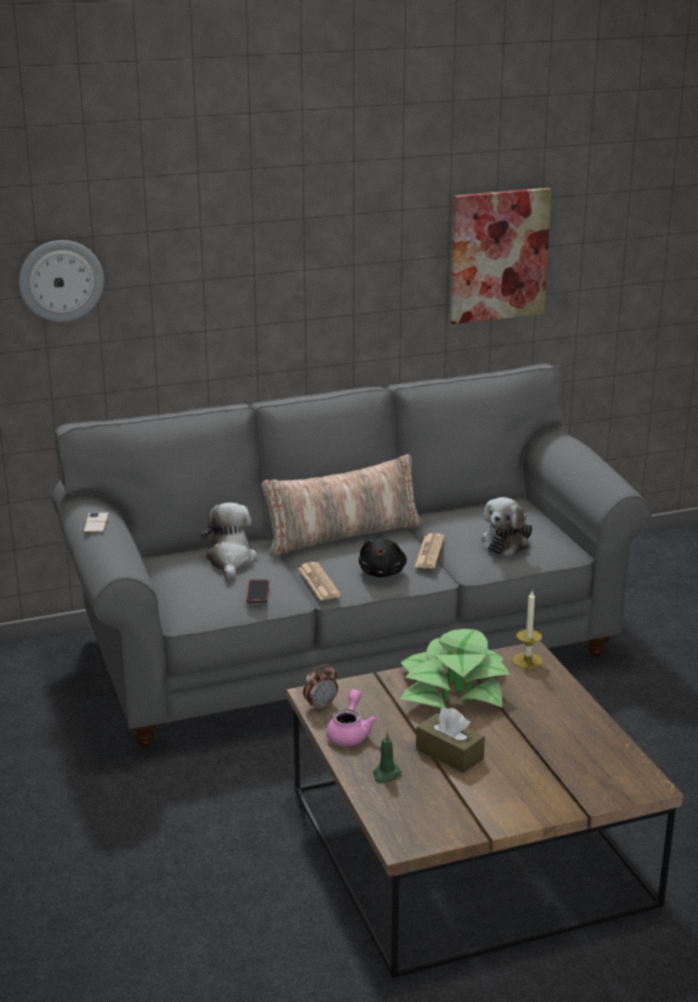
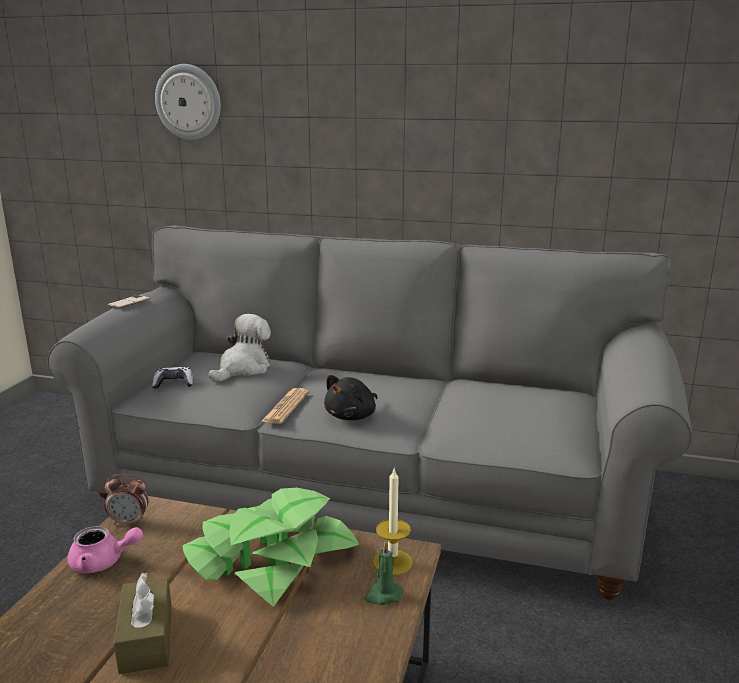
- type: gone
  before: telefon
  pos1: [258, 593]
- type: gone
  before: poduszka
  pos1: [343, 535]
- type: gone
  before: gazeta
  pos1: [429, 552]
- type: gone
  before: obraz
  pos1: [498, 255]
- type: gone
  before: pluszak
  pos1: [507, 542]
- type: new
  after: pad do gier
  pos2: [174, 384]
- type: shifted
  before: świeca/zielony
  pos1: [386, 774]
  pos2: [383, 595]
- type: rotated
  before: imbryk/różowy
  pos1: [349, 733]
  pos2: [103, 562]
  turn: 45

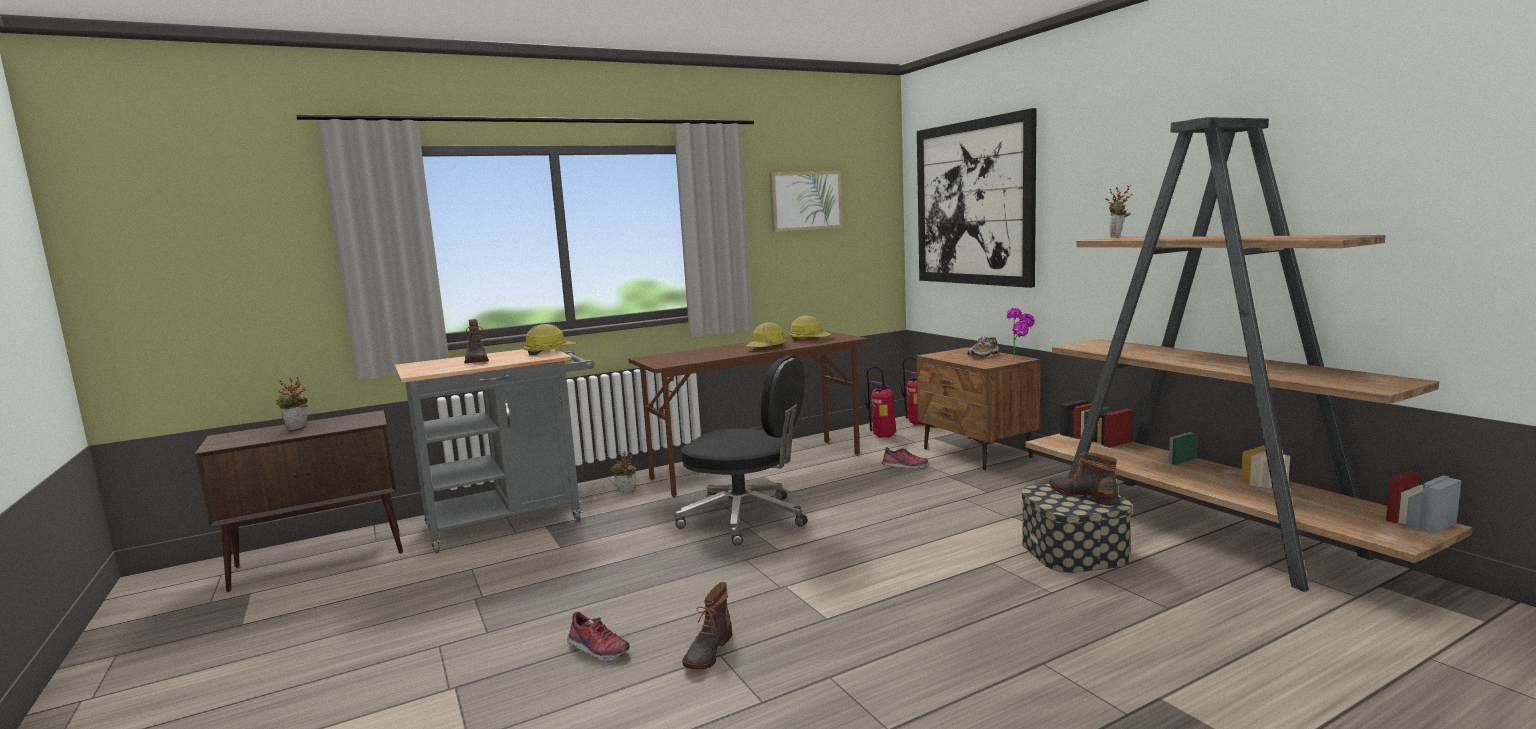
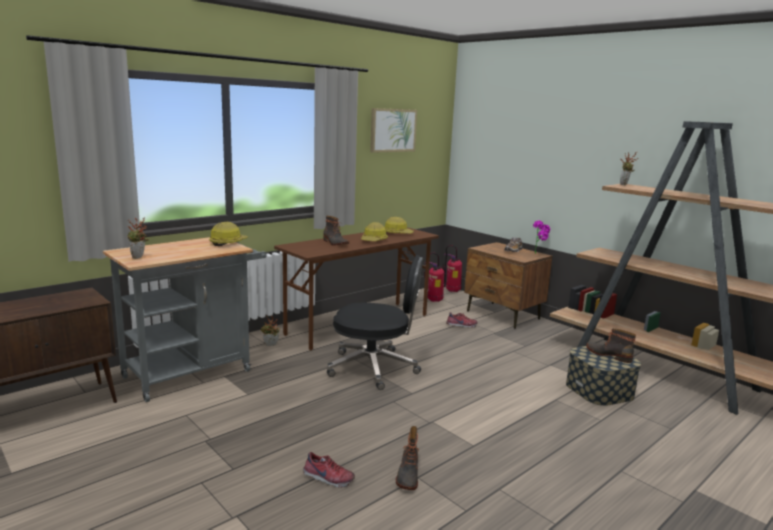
- type: gone
  before: obraz
  pos1: [973, 203]
- type: shifted
  before: roślina doniczkowa
  pos1: [297, 428]
  pos2: [139, 257]
- type: shifted
  before: but z cholewką
  pos1: [475, 360]
  pos2: [335, 243]

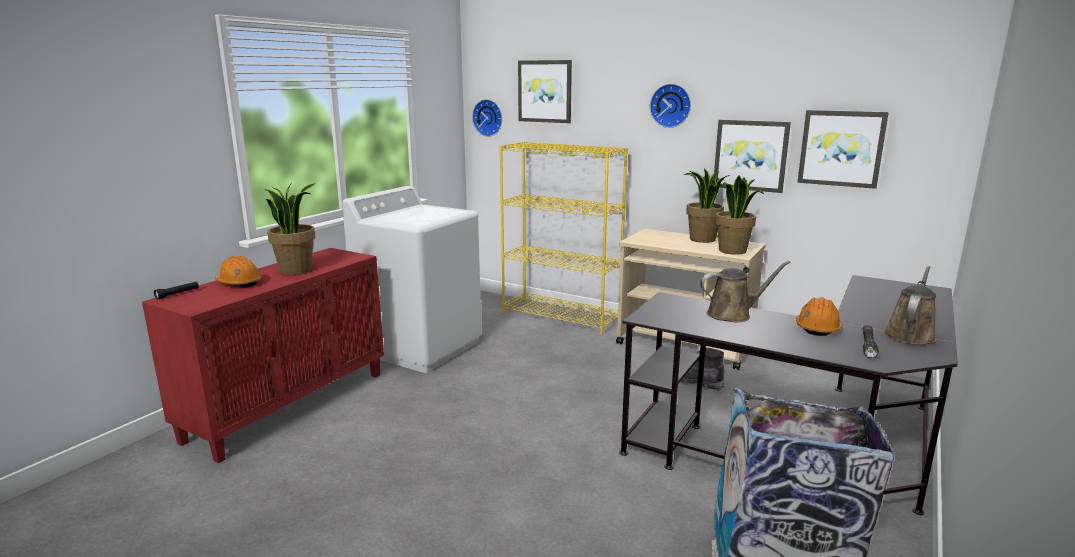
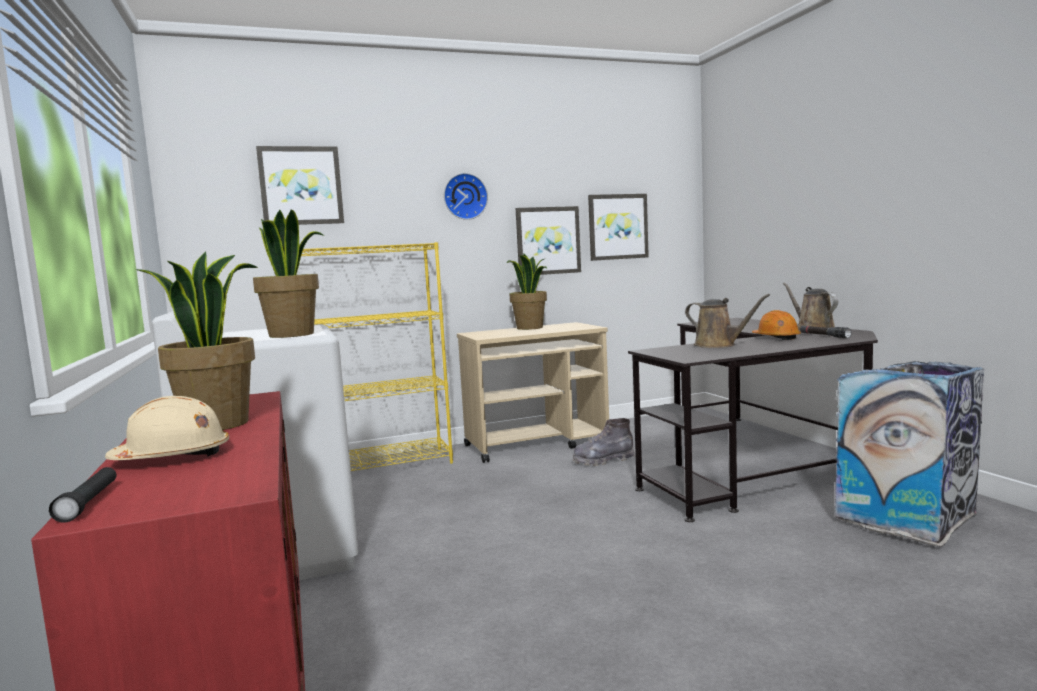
- type: gone
  before: zegar ścienny
  pos1: [488, 117]
- type: shifted
  before: roślina doniczkowa
  pos1: [733, 251]
  pos2: [292, 335]
- type: repainted
  before: kask/pomarańczowy
  after: kask/beżowy
  pos1: [239, 283]
  pos2: [173, 457]
- type: rotated
  before: konewka/brązowy
  pos1: [733, 314]
  pos2: [718, 345]
  turn: 105

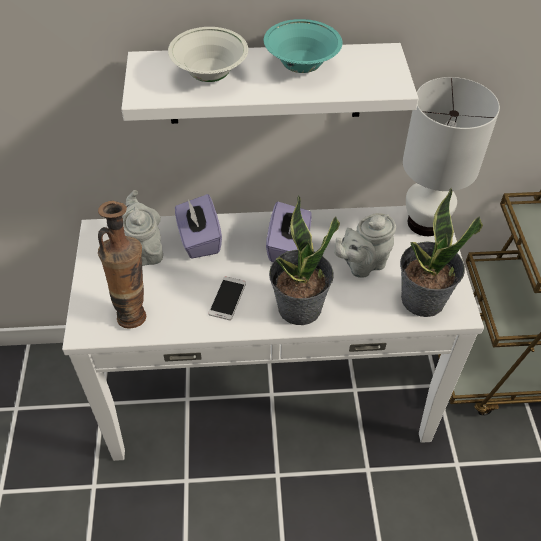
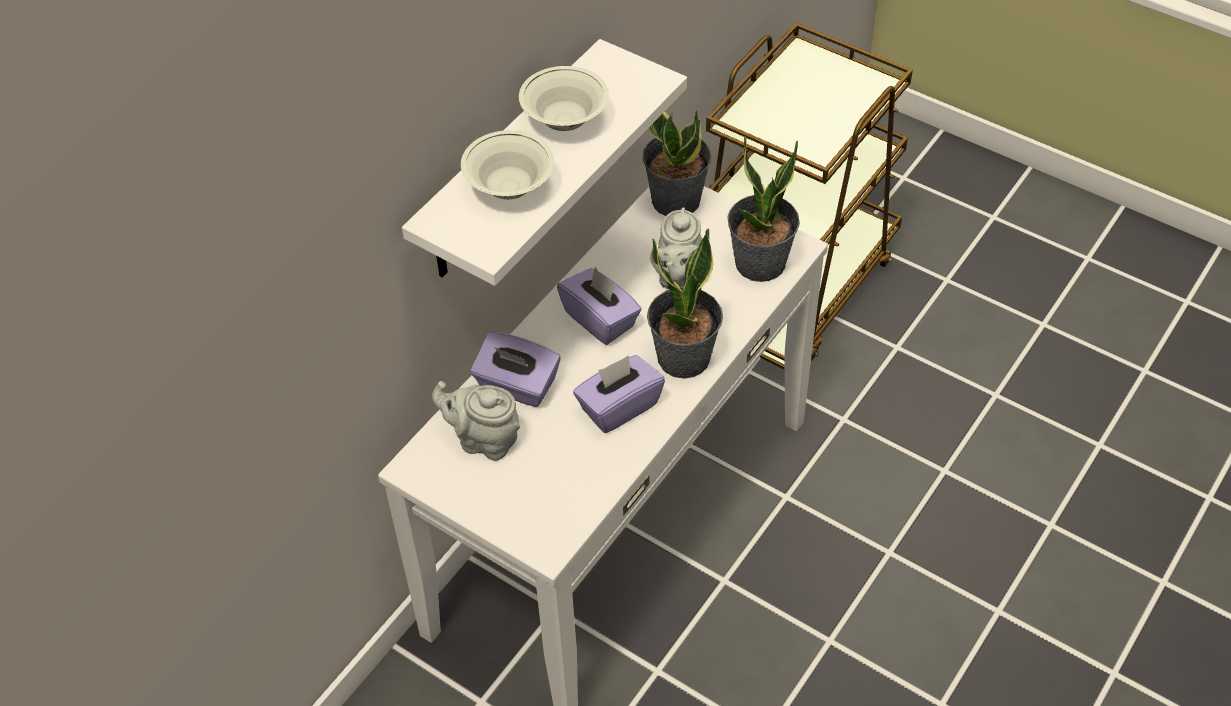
- type: gone
  before: wazon
  pos1: [133, 311]
- type: swapped
  before: telefon
  after: pudełko chusteczek/fioletowy
  pos1: [227, 298]
  pos2: [619, 407]
- type: swapped
  before: lampa stołowa/biały
  after: roślina doniczkowa
  pos1: [425, 223]
  pos2: [676, 199]
- type: repainted
  before: miska/turkusowy
  after: miska/biały
  pos1: [301, 67]
  pos2: [564, 121]

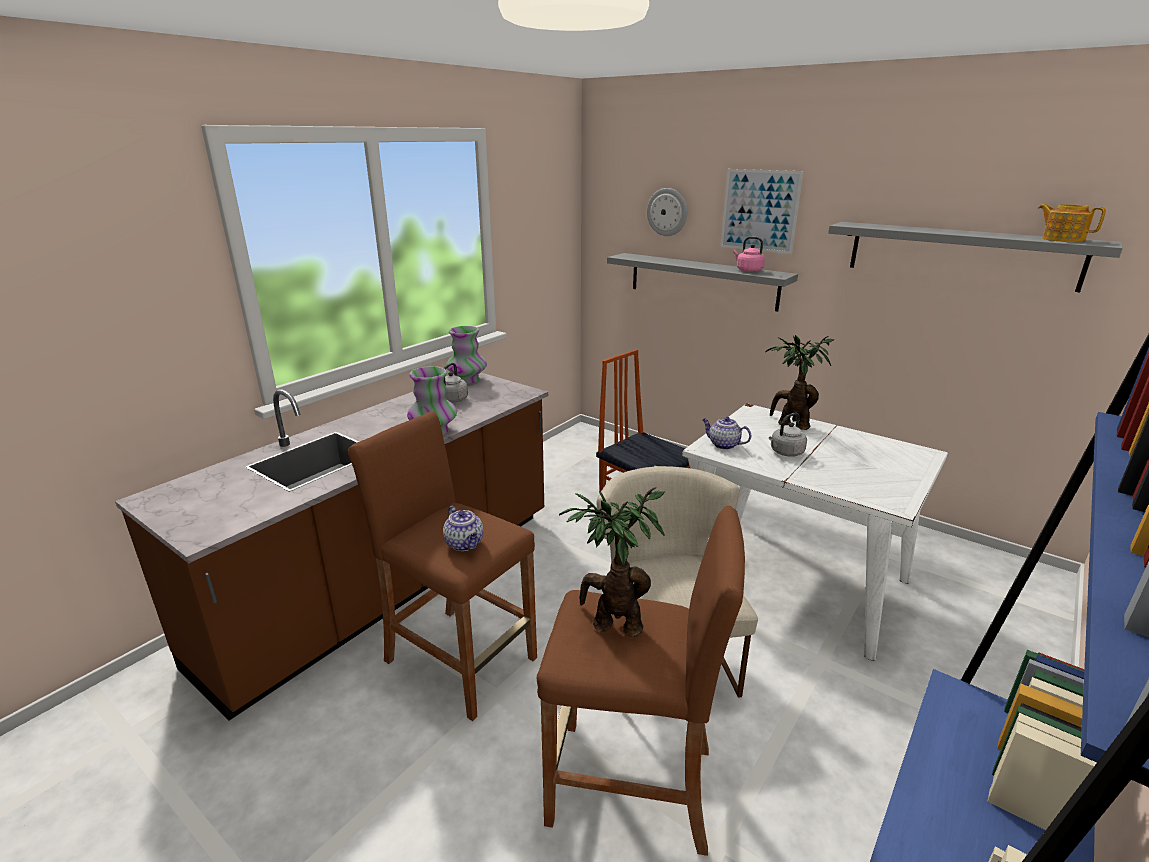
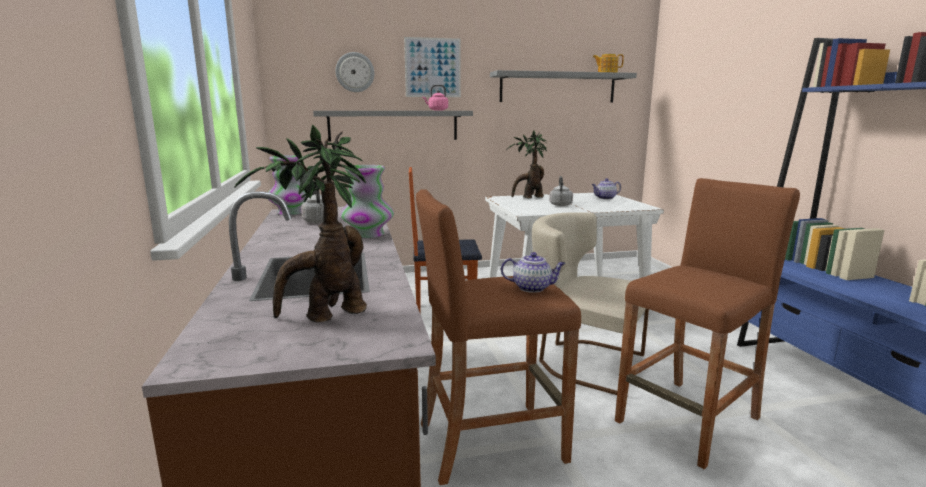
- type: shifted
  before: roślina doniczkowa
  pos1: [612, 623]
  pos2: [327, 315]
- type: shifted
  before: imbryk
  pos1: [723, 445]
  pos2: [605, 198]

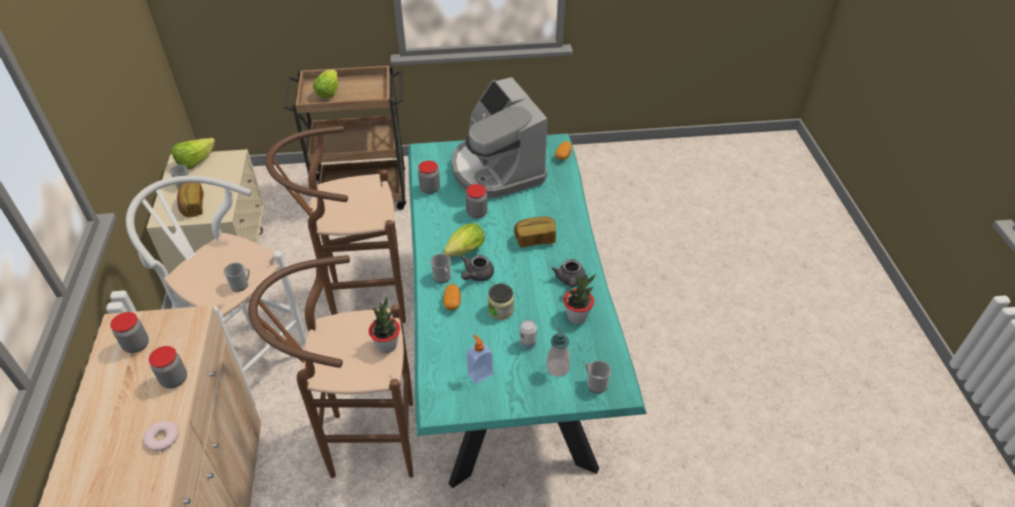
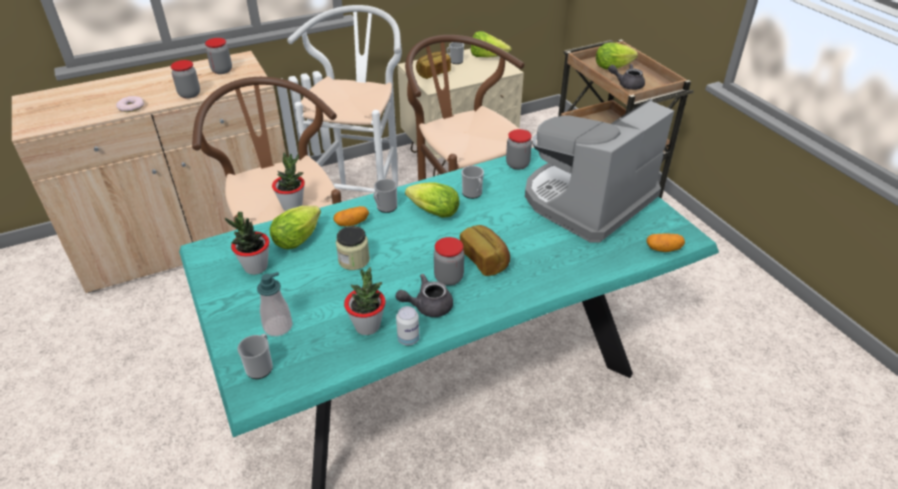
- type: new
  after: sałata
  pos2: [300, 237]
- type: shifted
  before: kubek
  pos1: [241, 285]
  pos2: [473, 194]
- type: shifted
  before: imbryk/szary
  pos1: [476, 275]
  pos2: [627, 85]
- type: shifted
  before: słoik
  pos1: [477, 213]
  pos2: [449, 278]
- type: shifted
  before: puszka
  pos1: [527, 343]
  pos2: [408, 339]
- type: swapped
  before: dozownik mydła
  after: roślina doniczkowa
  pos1: [479, 374]
  pos2: [255, 267]

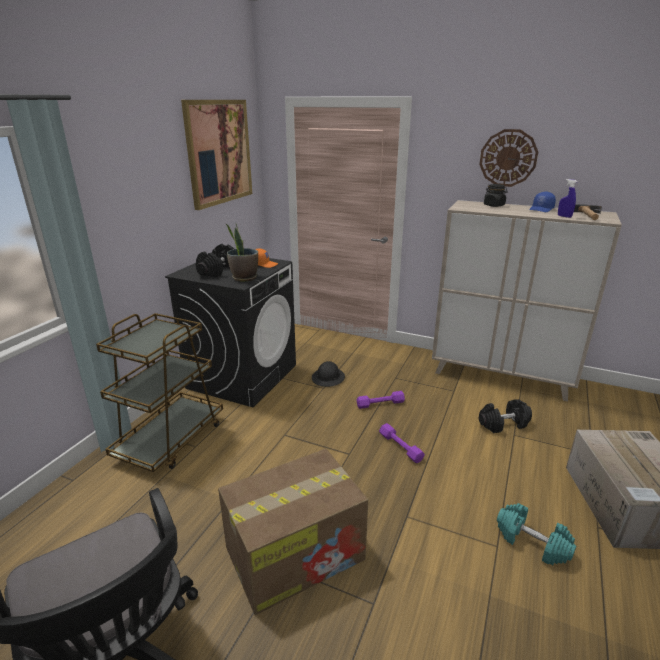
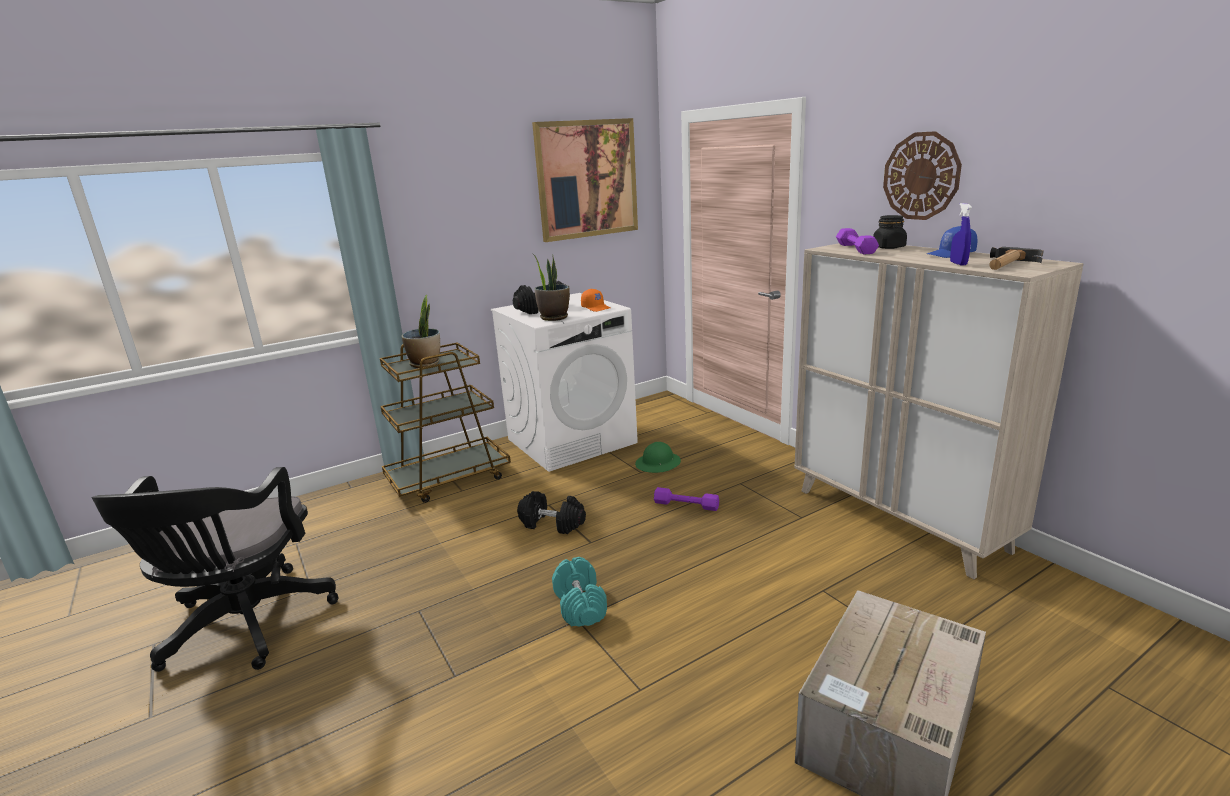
- type: gone
  before: karton
  pos1: [296, 552]
- type: new
  after: roślina doniczkowa
  pos2: [425, 364]
- type: shifted
  before: hantel/fioletowy
  pos1: [400, 447]
  pos2: [856, 249]
- type: shifted
  before: hantel/czarny
  pos1: [503, 424]
  pos2: [552, 524]
- type: shifted
  before: hantel/turkusowy
  pos1: [531, 543]
  pos2: [579, 605]
- type: repainted
  before: pralka/czarny
  after: pralka/biały
  pos1: [243, 376]
  pos2: [572, 441]
- type: repainted
  before: kask/czarny
  after: kask/zielony
  pos1: [328, 378]
  pos2: [658, 464]

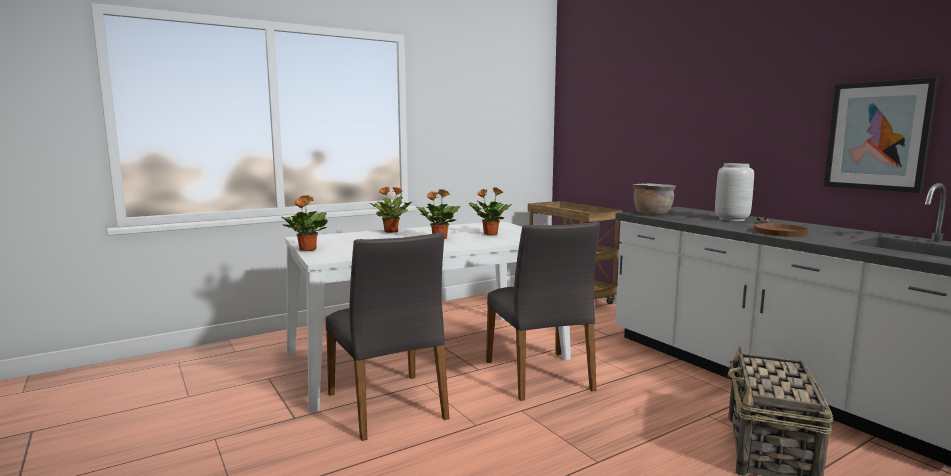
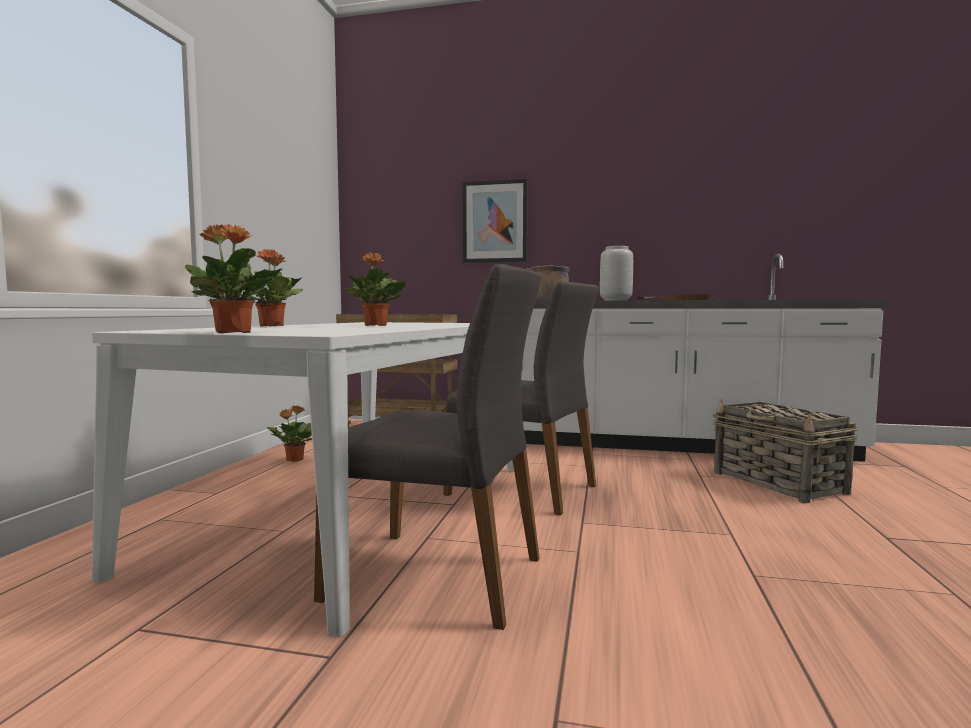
- type: shifted
  before: roślina doniczkowa
  pos1: [490, 234]
  pos2: [294, 460]
- type: shifted
  before: obraz
  pos1: [877, 136]
  pos2: [495, 221]

